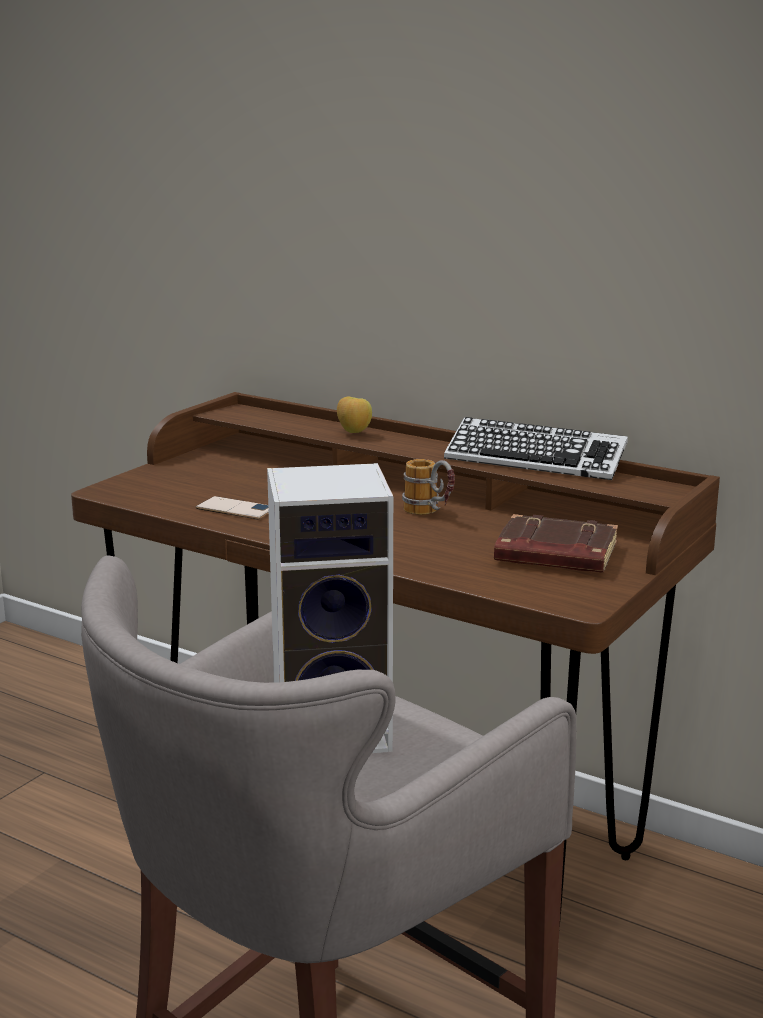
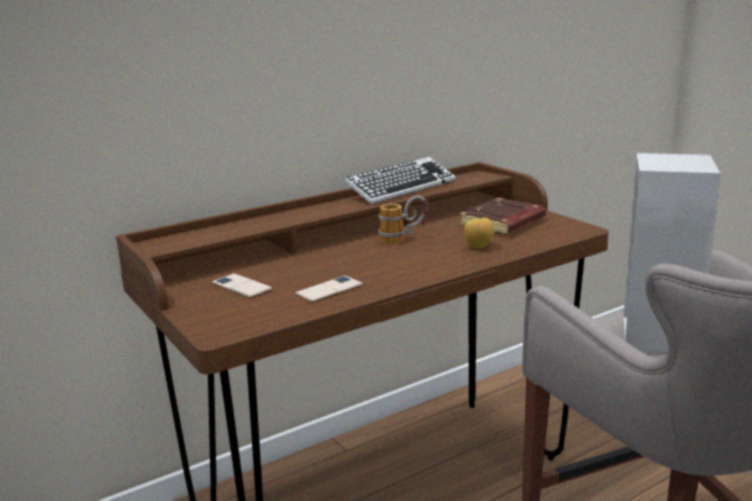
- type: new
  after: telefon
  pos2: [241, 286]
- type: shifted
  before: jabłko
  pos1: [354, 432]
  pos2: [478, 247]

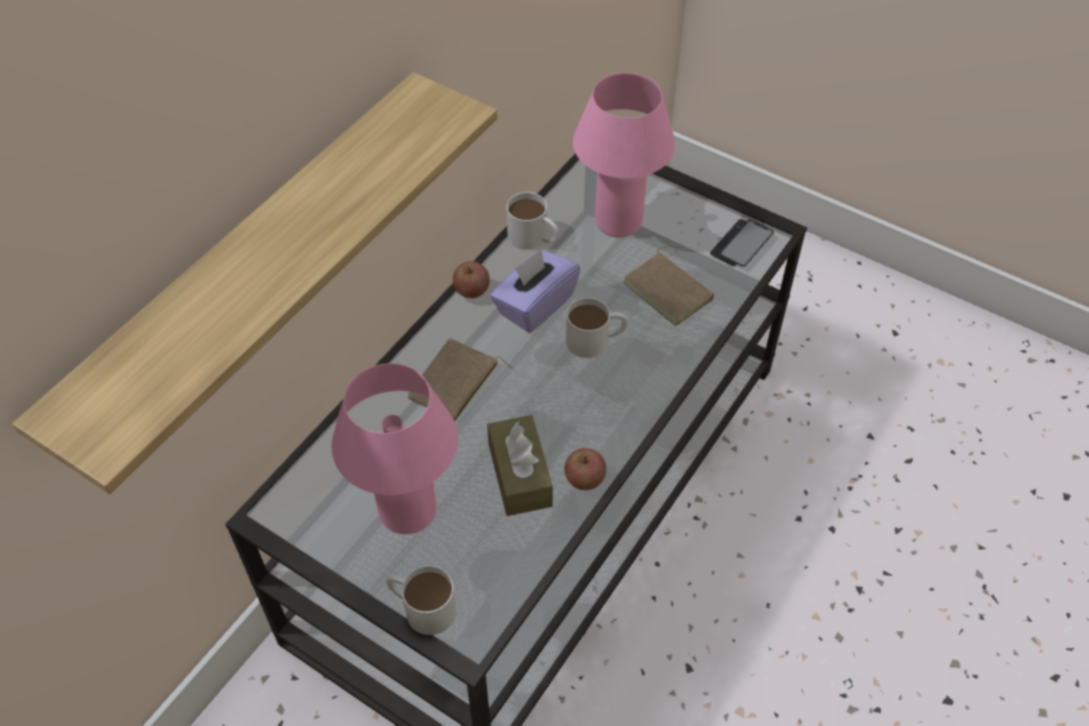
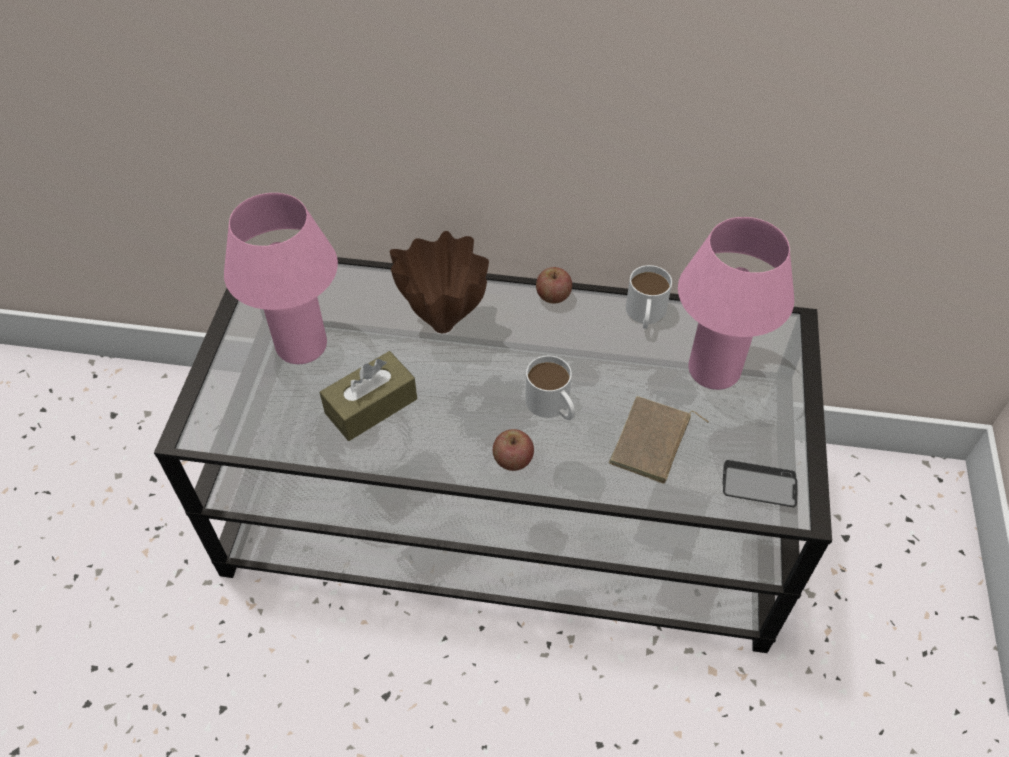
- type: gone
  before: półka
  pos1: [250, 271]
- type: gone
  before: kubek/biały
  pos1: [421, 607]
- type: gone
  before: pudełko chusteczek/fioletowy
  pos1: [535, 305]
- type: shifted
  before: jabłko
  pos1: [584, 478]
  pos2: [513, 459]
- type: swapped
  before: książka/brązowy
  after: wazon/brązowy
  pos1: [455, 384]
  pos2: [444, 326]

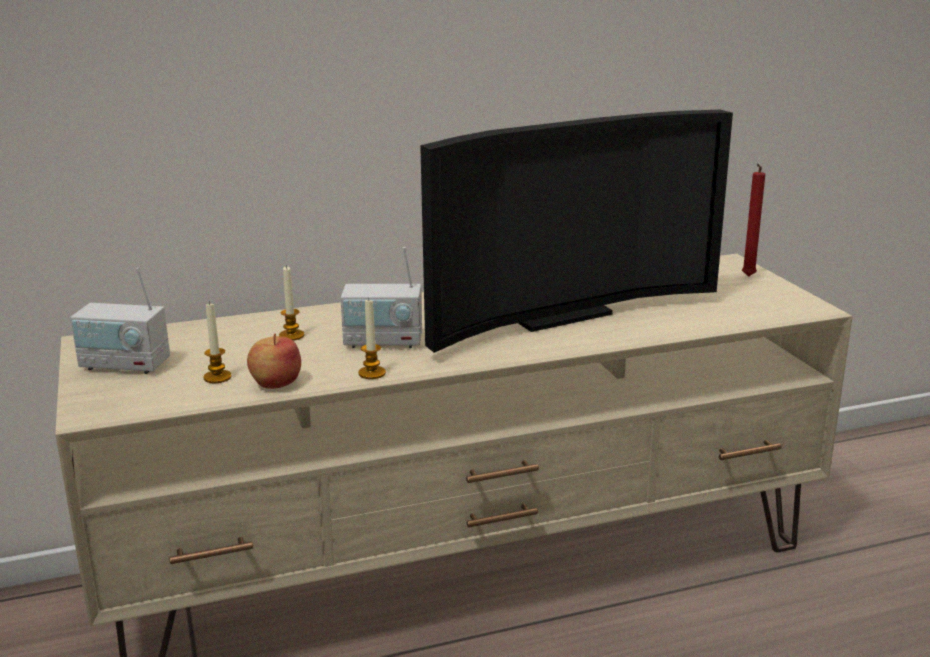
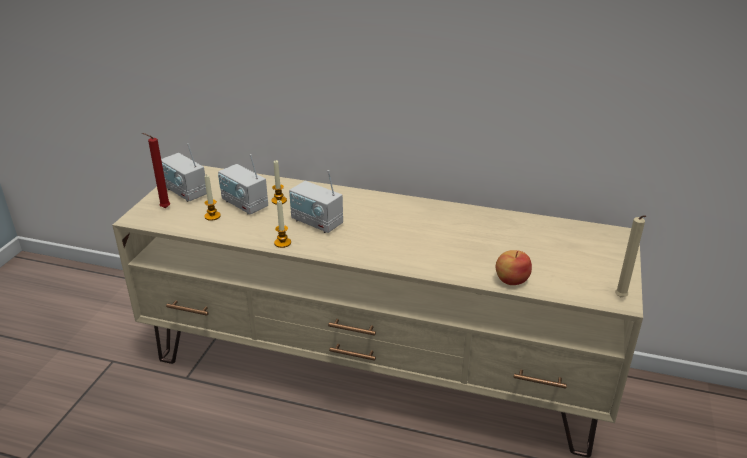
- type: gone
  before: telewizor
  pos1: [555, 314]
- type: new
  after: radio
  pos2: [244, 204]
- type: new
  after: świeca/beżowy
  pos2: [621, 298]
- type: shifted
  before: jabłko
  pos1: [275, 383]
  pos2: [511, 280]
- type: shifted
  before: świeca/czerwony
  pos1: [747, 277]
  pos2: [163, 208]

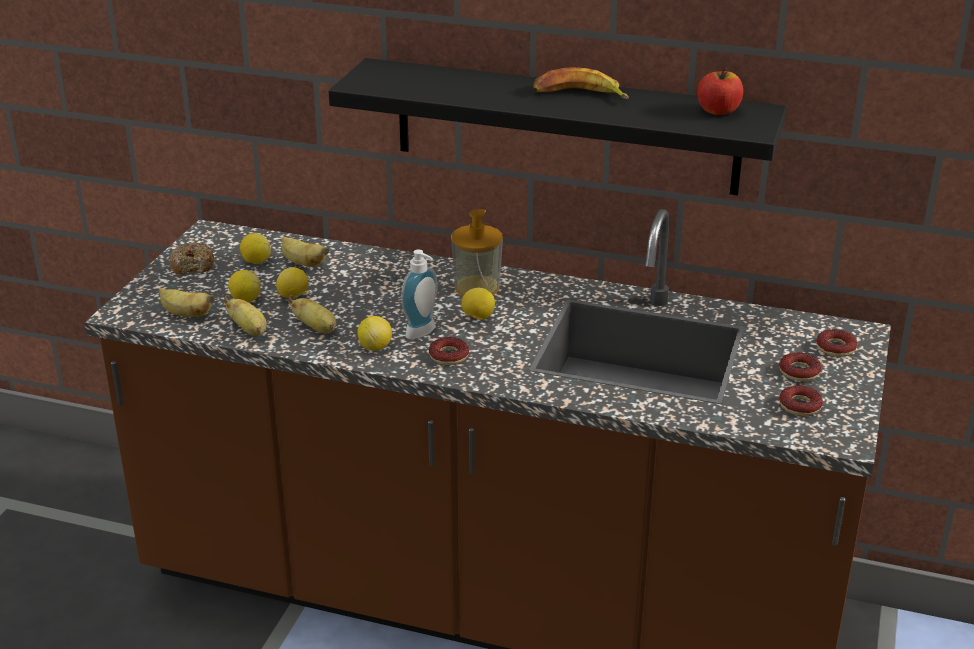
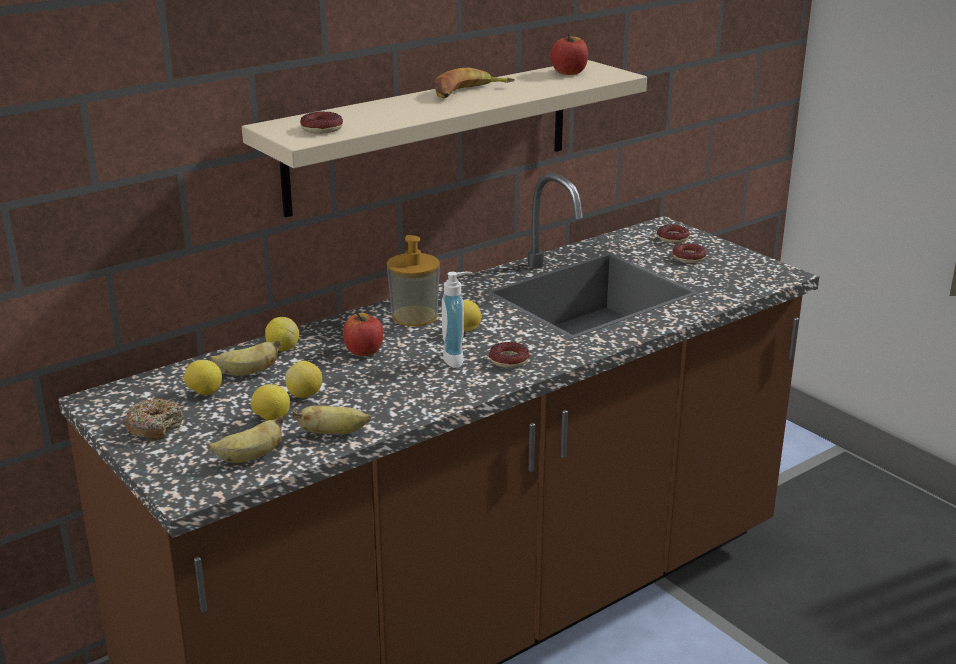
- type: gone
  before: banan
  pos1: [316, 328]
- type: new
  after: jabłko
  pos2: [364, 351]
- type: shifted
  before: cytryna
  pos1: [375, 347]
  pos2: [282, 348]
- type: shifted
  before: donut
  pos1: [800, 406]
  pos2: [321, 128]
- type: repainted
  before: półka/czarny
  after: półka/beżowy
  pos1: [565, 126]
  pos2: [431, 135]

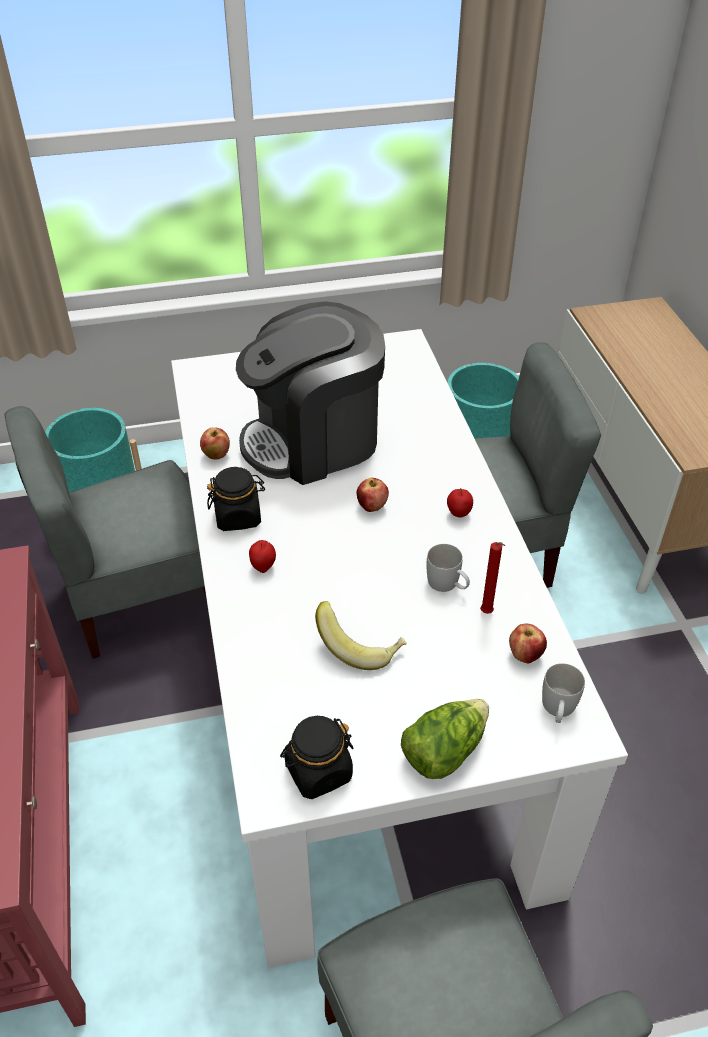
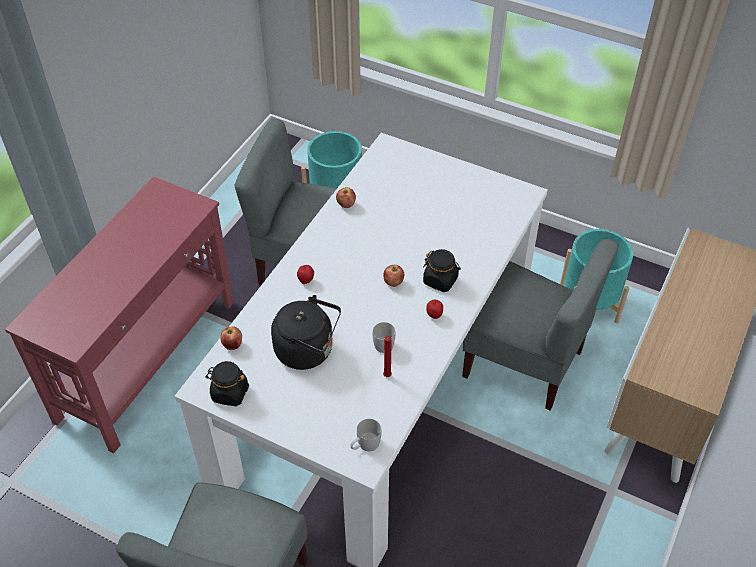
- type: gone
  before: ekspres do kawy
  pos1: [313, 441]
- type: gone
  before: sałata
  pos1: [443, 750]
- type: shifted
  before: słoik/czarny
  pos1: [238, 516]
  pos2: [440, 280]
- type: shifted
  before: jabłko
  pos1: [525, 655]
  pos2: [233, 345]
- type: swapped
  before: banan
  after: czajnik/czarny
  pos1: [360, 646]
  pos2: [308, 350]

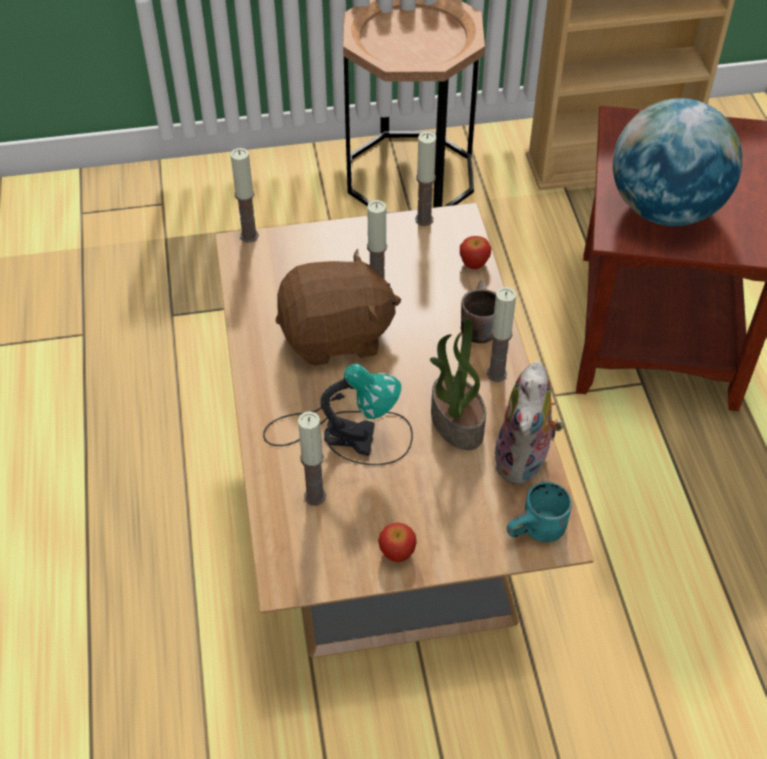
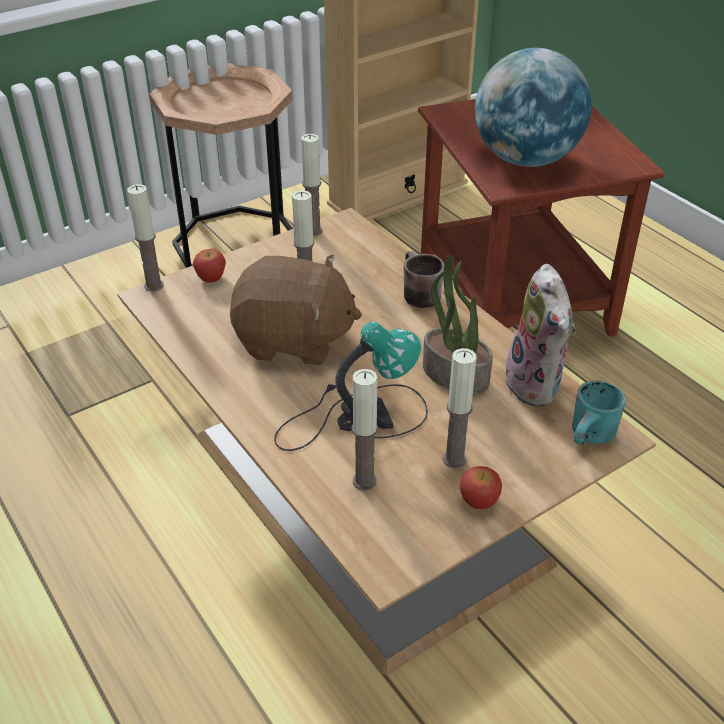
- type: shifted
  before: jabłko
  pos1: [474, 263]
  pos2: [211, 278]
- type: shifted
  before: świeca
  pos1: [497, 374]
  pos2: [454, 459]
- type: rotated
  before: pluszak/brązowy
  pos1: [336, 336]
  pos2: [293, 340]
  turn: 45

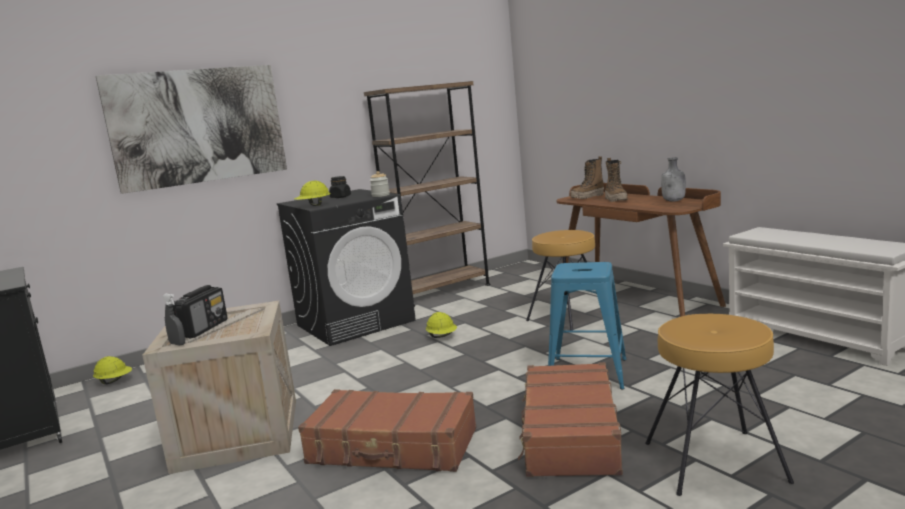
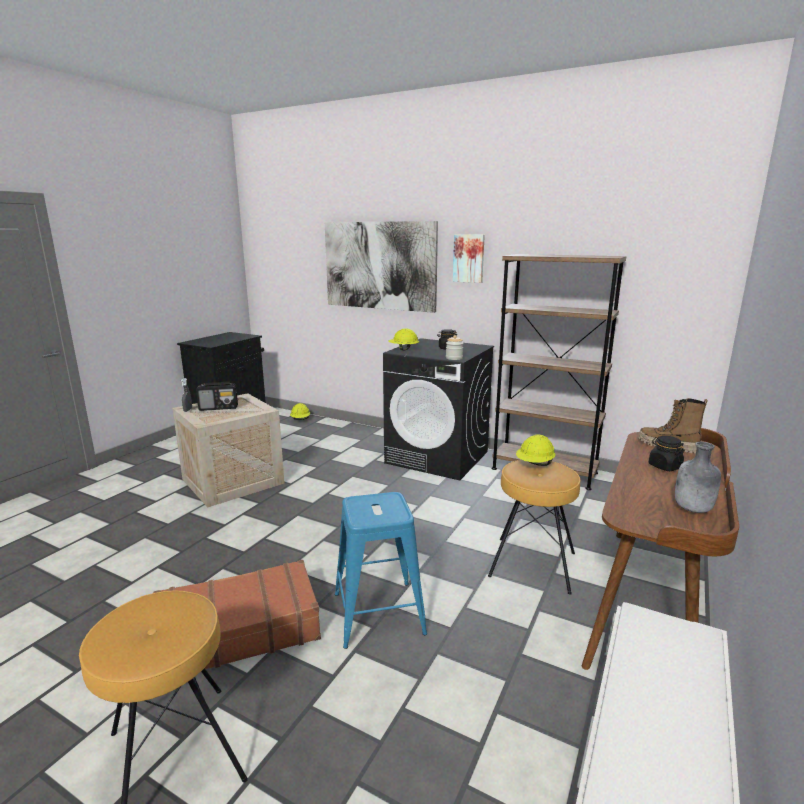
- type: gone
  before: walizka/brązowy
  pos1: [392, 447]
- type: new
  after: obraz
  pos2: [469, 258]
- type: shifted
  before: kask/żółty
  pos1: [442, 337]
  pos2: [535, 464]
- type: swapped
  before: but z cholewką
  after: słoik/czarny
  pos1: [616, 200]
  pos2: [664, 466]

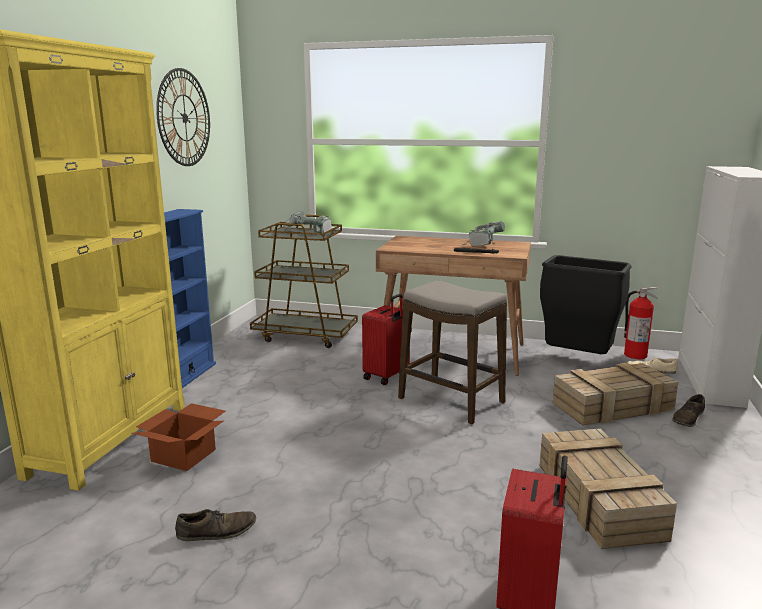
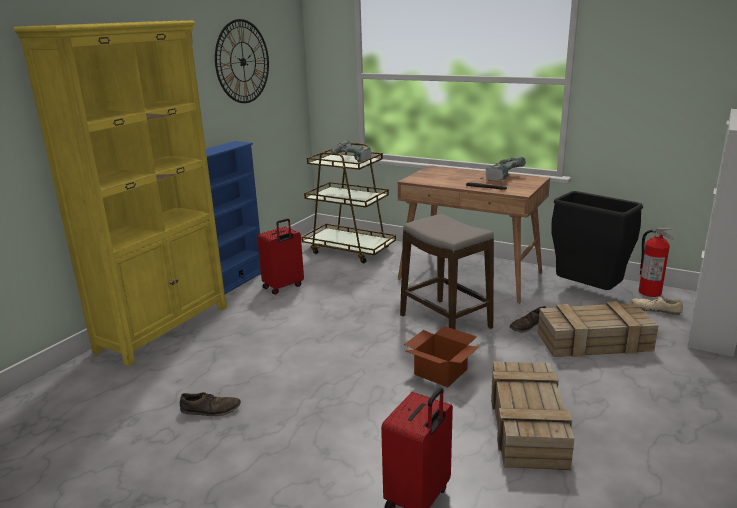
- type: shifted
  before: karton
  pos1: [185, 455]
  pos2: [442, 371]
- type: shifted
  before: walizka/czerwony
  pos1: [386, 376]
  pos2: [283, 287]
- type: shifted
  before: but/brązowy
  pos1: [688, 418]
  pos2: [528, 325]

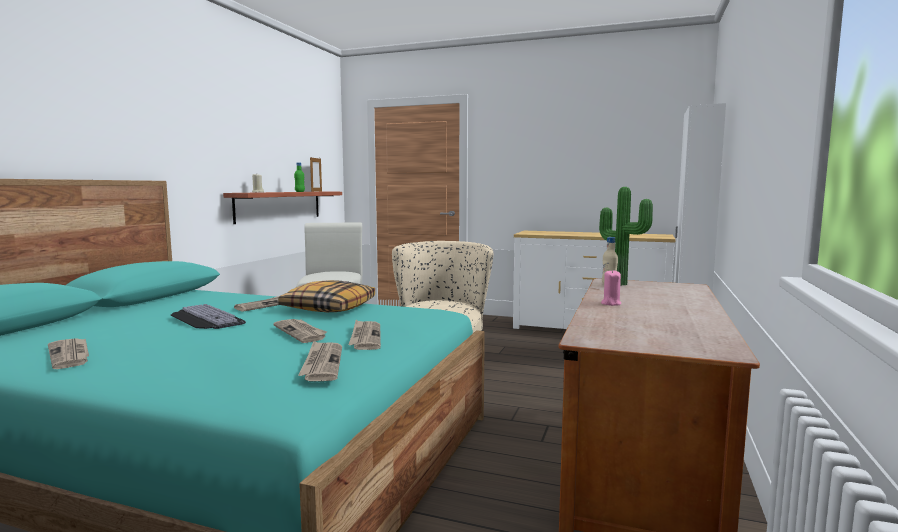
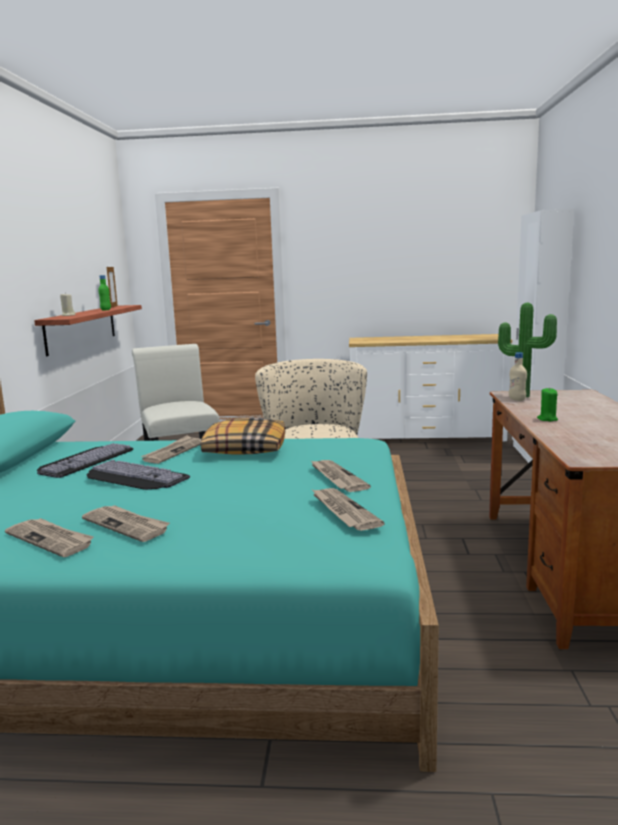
- type: new
  after: klawiatura
  pos2: [84, 460]
- type: shifted
  before: gazeta
  pos1: [301, 332]
  pos2: [127, 525]
- type: repainted
  before: świeca/różowy
  after: świeca/zielony
  pos1: [610, 303]
  pos2: [547, 419]

